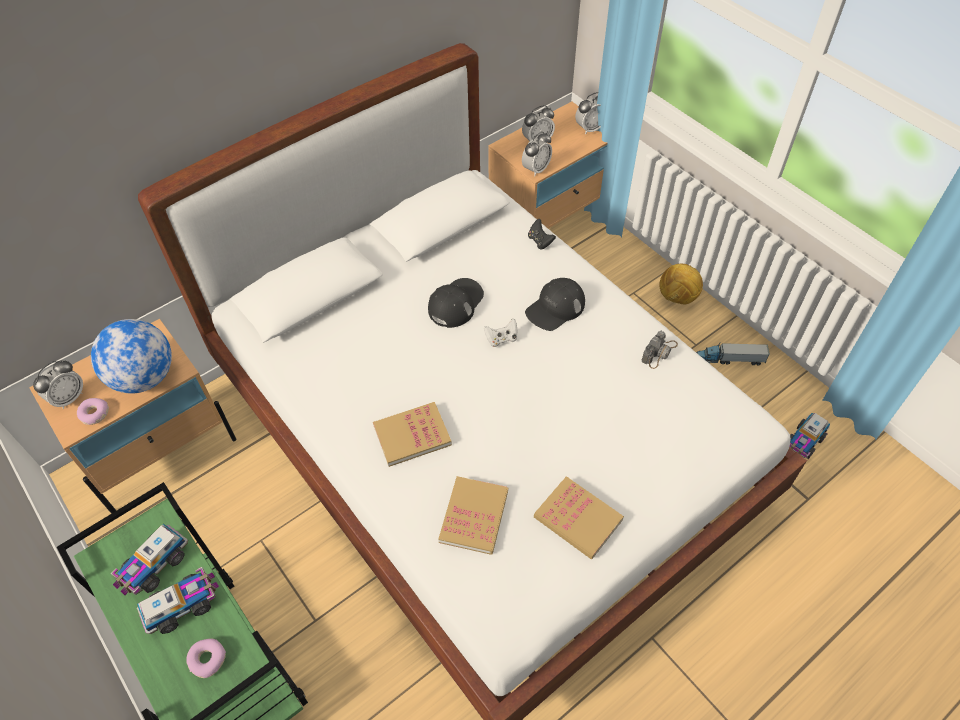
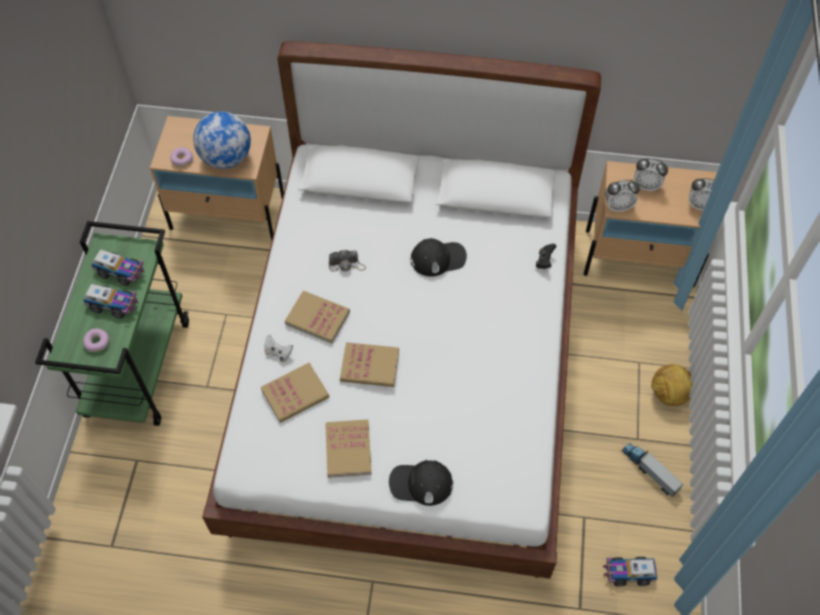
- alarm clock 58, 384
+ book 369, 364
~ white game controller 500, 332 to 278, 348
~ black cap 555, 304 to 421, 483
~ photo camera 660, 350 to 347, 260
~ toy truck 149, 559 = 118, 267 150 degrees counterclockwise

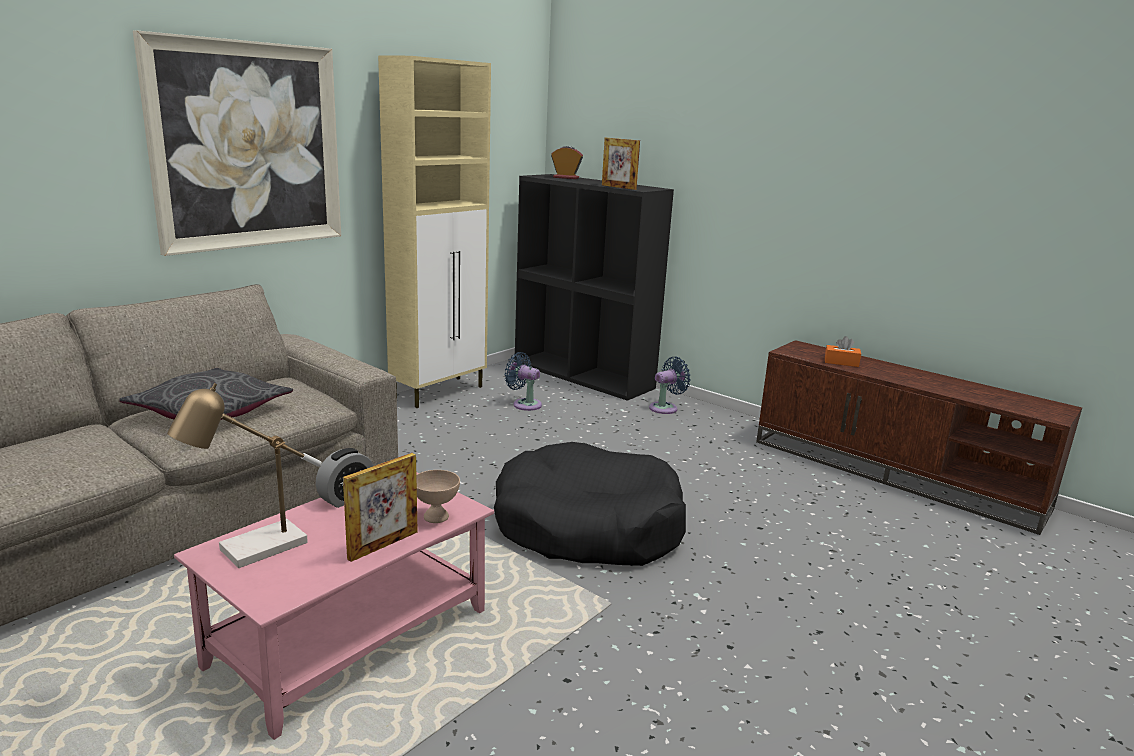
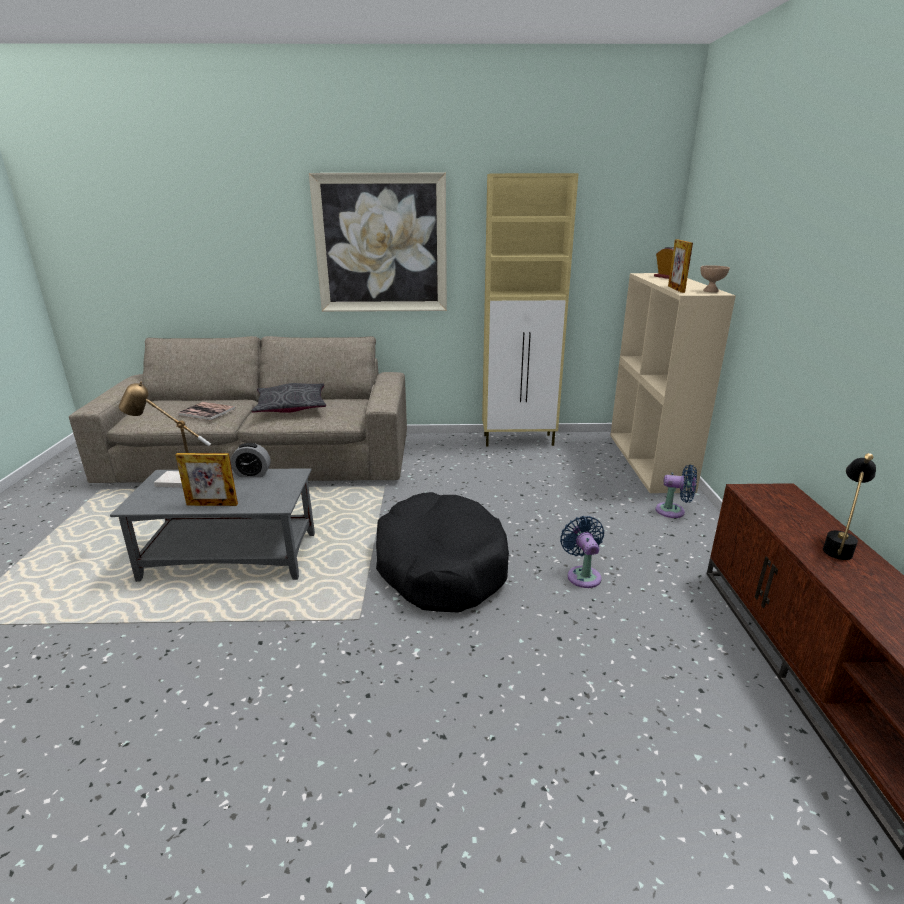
- orange tissue box 843, 351
+ book 207, 411
+ black table lamp 849, 506
~ beige bowl 438, 496 to 715, 278
~ blue fan 523, 381 to 582, 552
~ pink coffee table 334, 606 to grey coffee table 212, 525
~ black bookcase 594, 287 to beige bookcase 673, 383

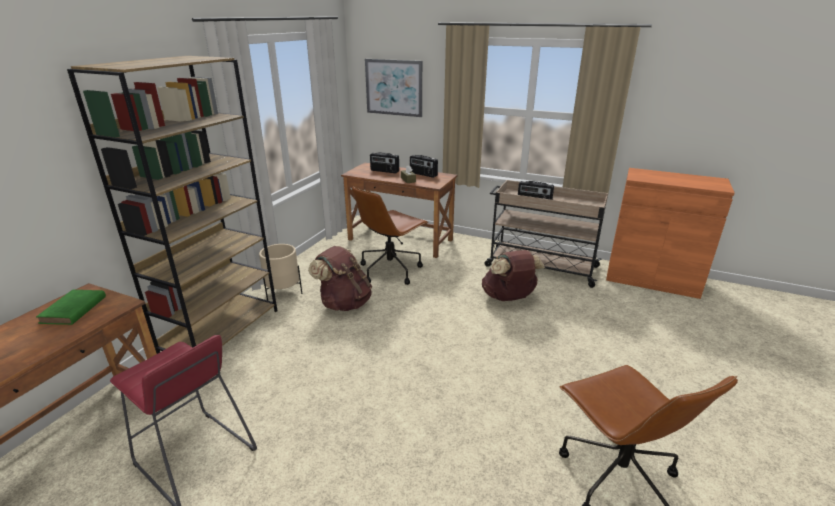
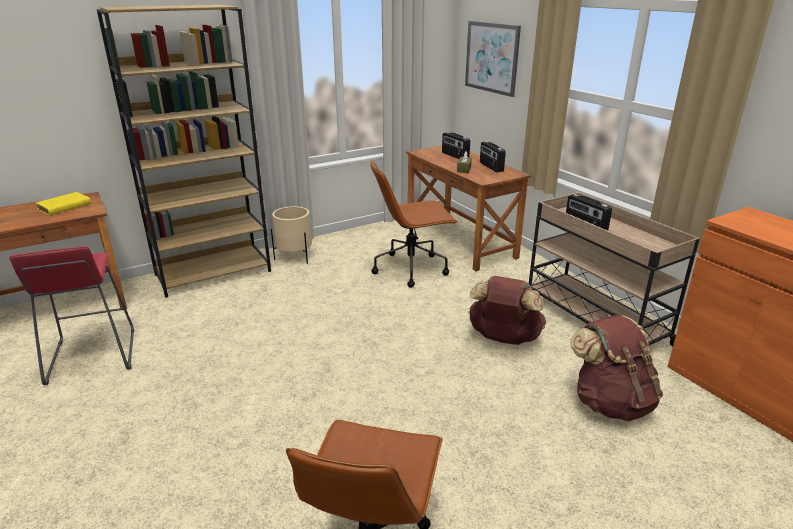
~ brown backpack 340, 278 to 616, 368
~ green book 71, 307 to yellow book 63, 203

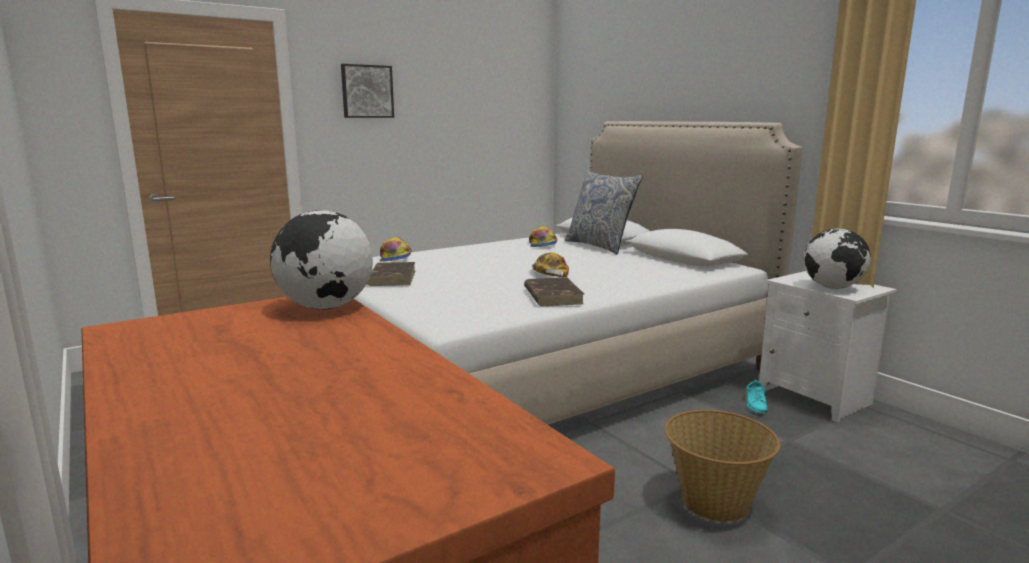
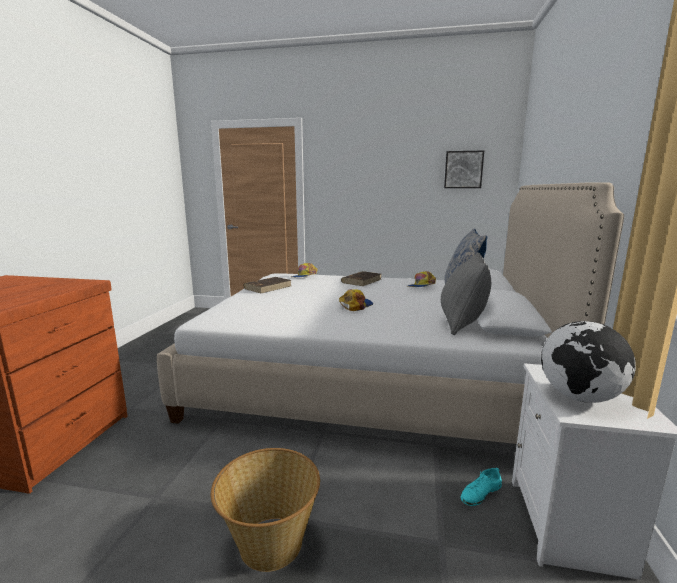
- globe 321, 260
+ grey pillow 466, 293
~ picture 367, 91 to 464, 169
~ brown book 554, 291 to 361, 278

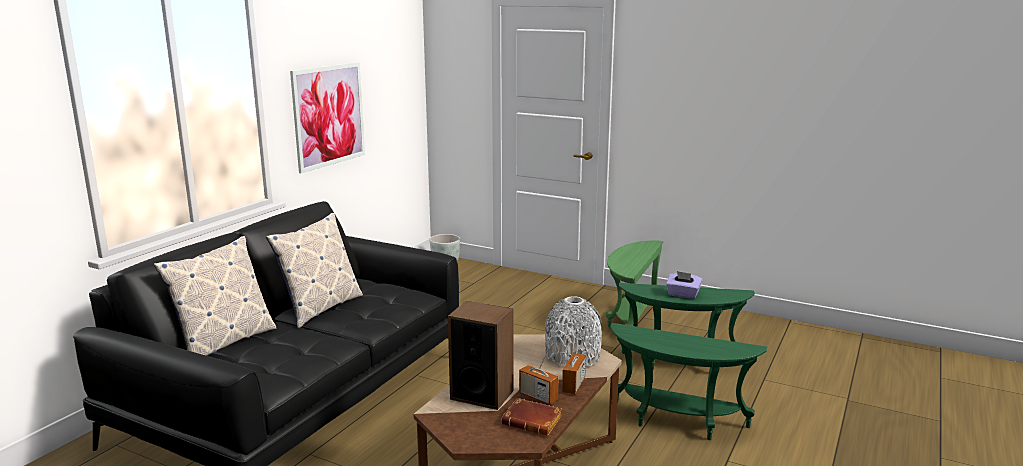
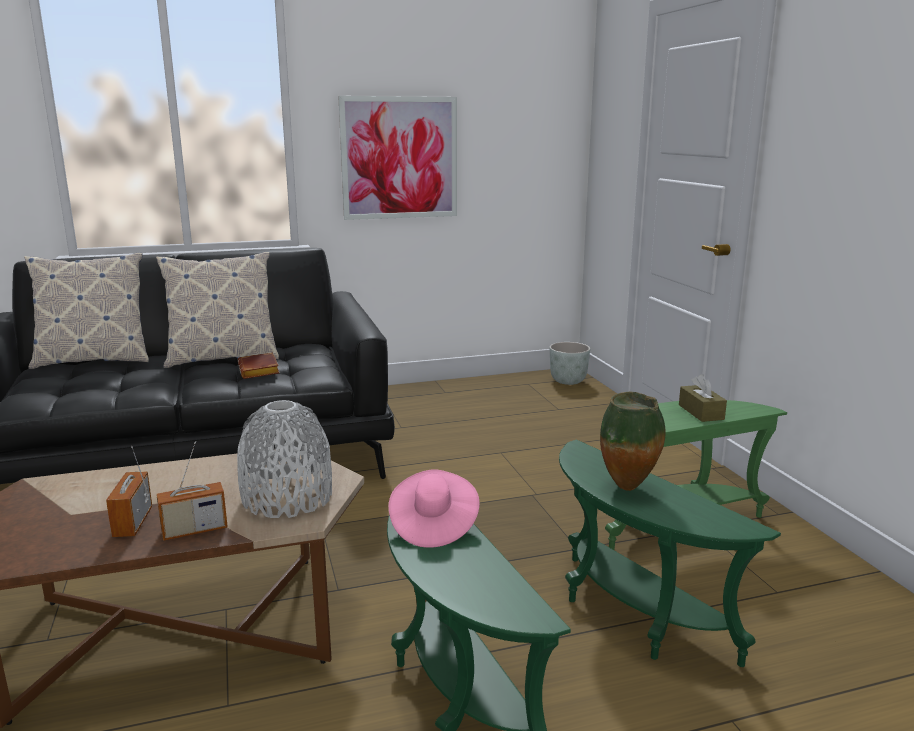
- speaker 481, 355
+ pink hat 434, 508
+ brown tissue box 703, 398
~ brown book 531, 417 to 259, 365
~ purple tissue box 684, 285 to vase 633, 441

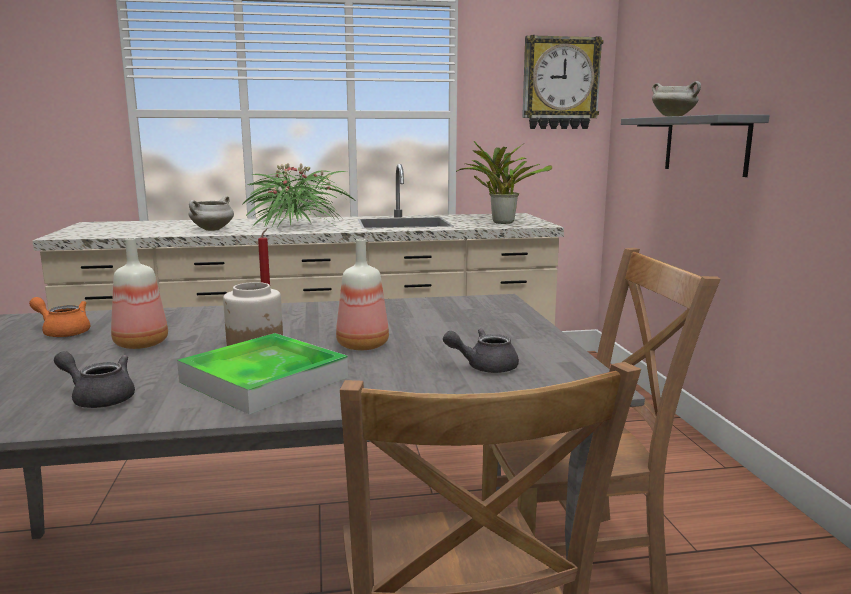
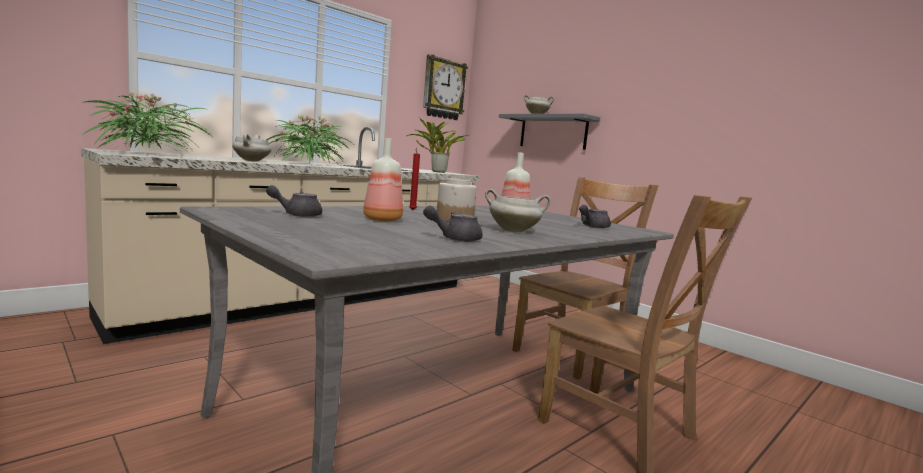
+ potted plant 146, 124
~ tray 262, 374 to white cooking pot 518, 211
~ orange teapot 59, 317 to grey teapot 294, 201

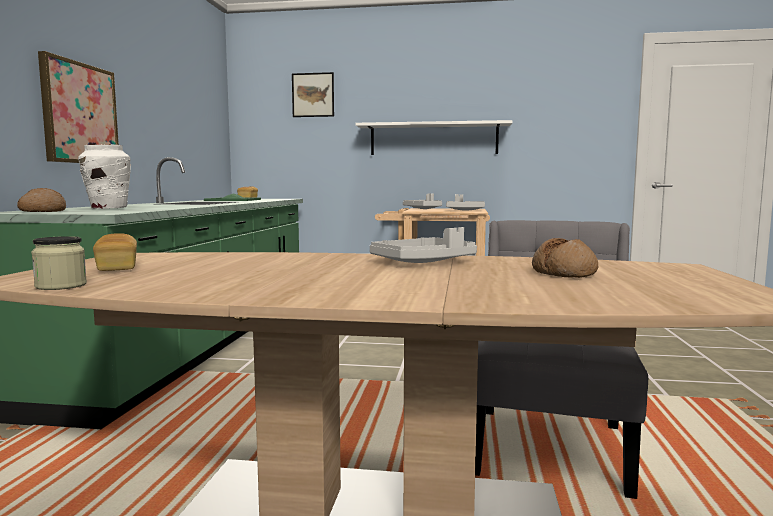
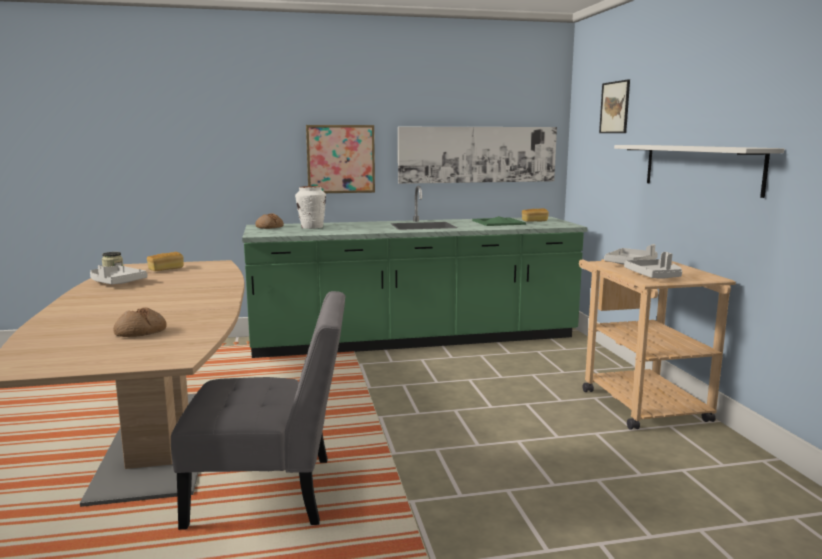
+ picture 477, 155
~ grey tray 423, 245 to 119, 275

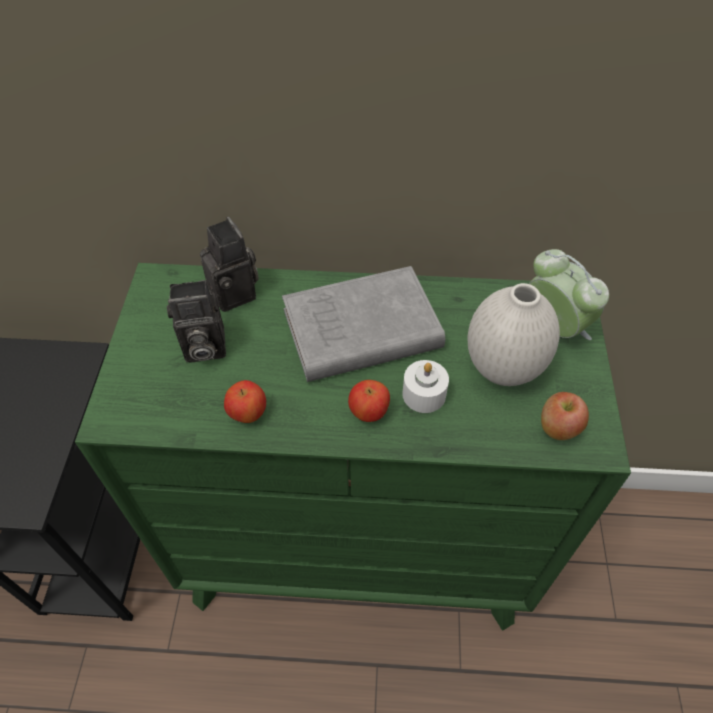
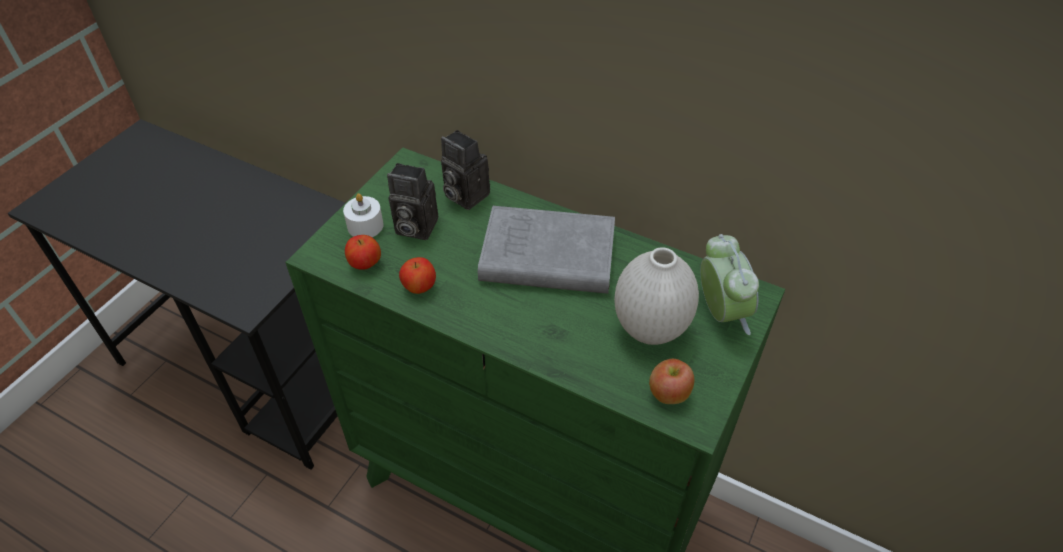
~ apple 369, 401 to 363, 252
~ white candle 425, 386 to 363, 215
~ photo camera 229, 264 = 465, 170 135 degrees clockwise

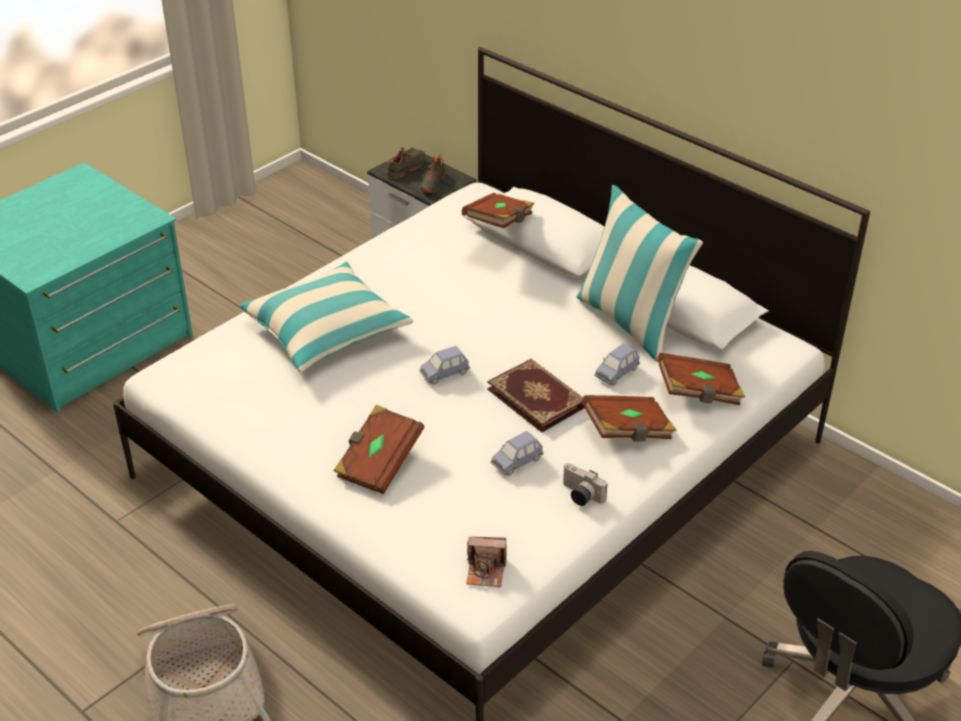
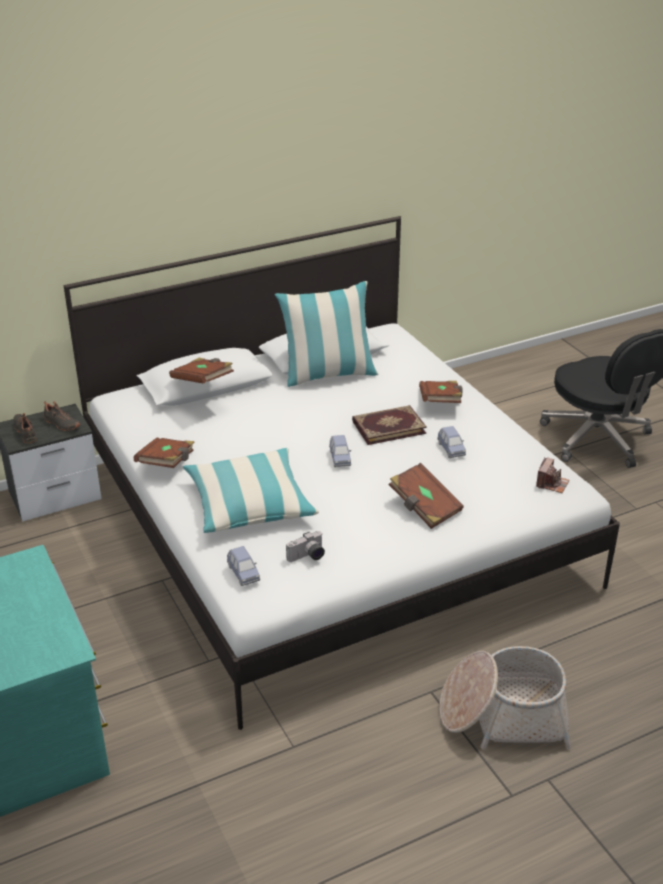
~ photo camera 585, 484 to 305, 546
~ blue toy car 617, 365 to 243, 566
~ brown book 701, 379 to 164, 453

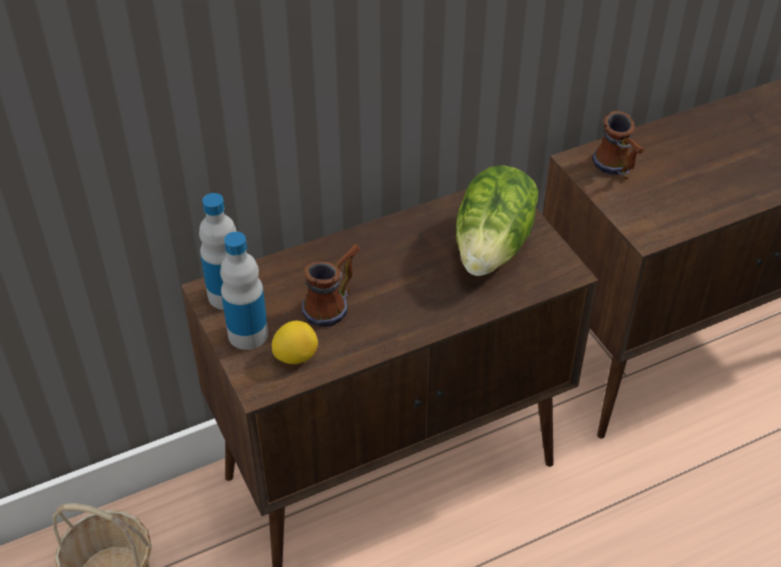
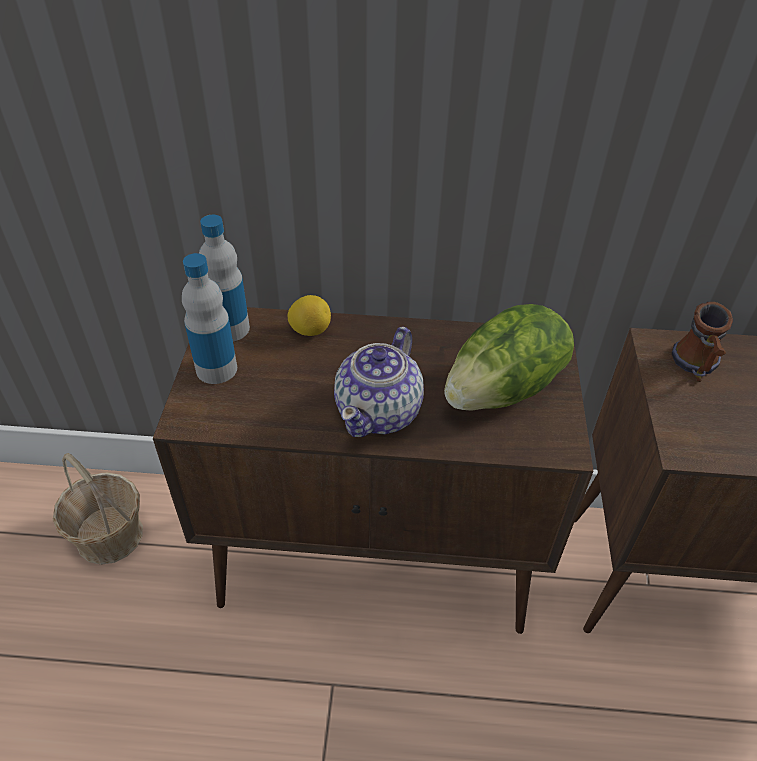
- mug 331, 285
+ teapot 379, 382
~ lemon 295, 342 to 309, 315

